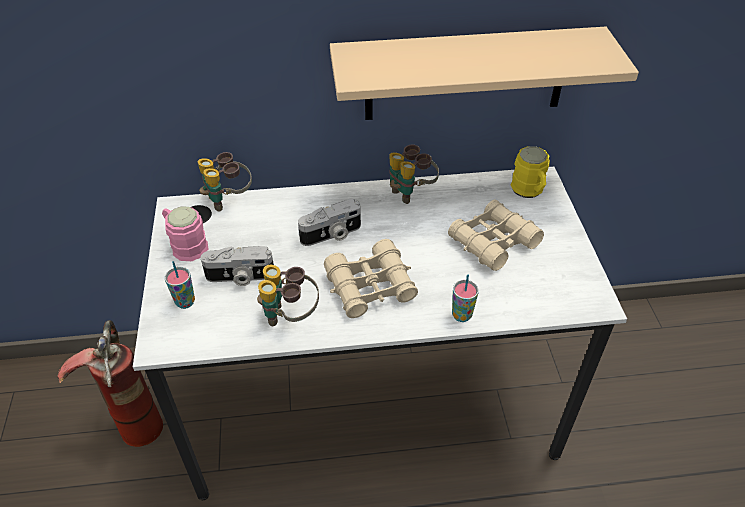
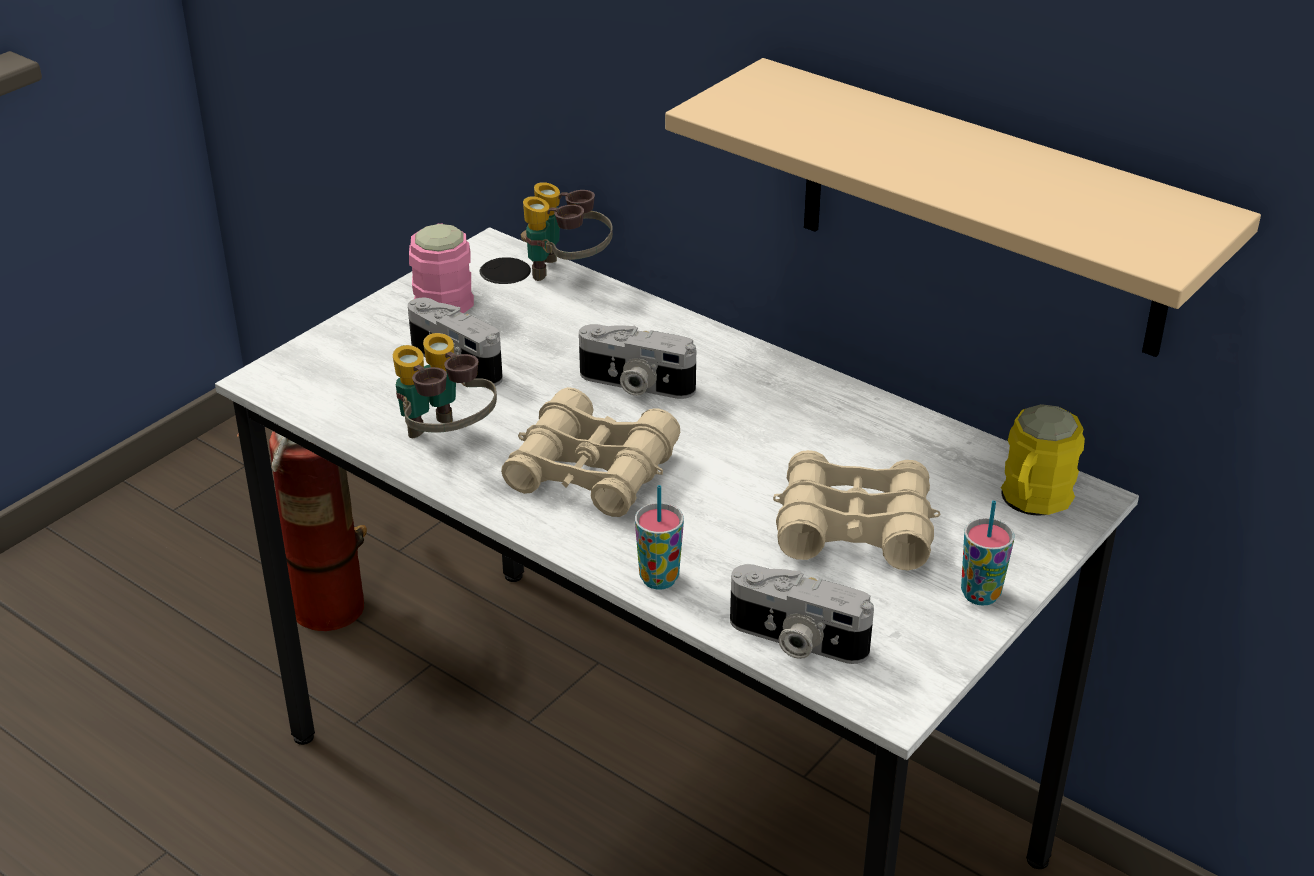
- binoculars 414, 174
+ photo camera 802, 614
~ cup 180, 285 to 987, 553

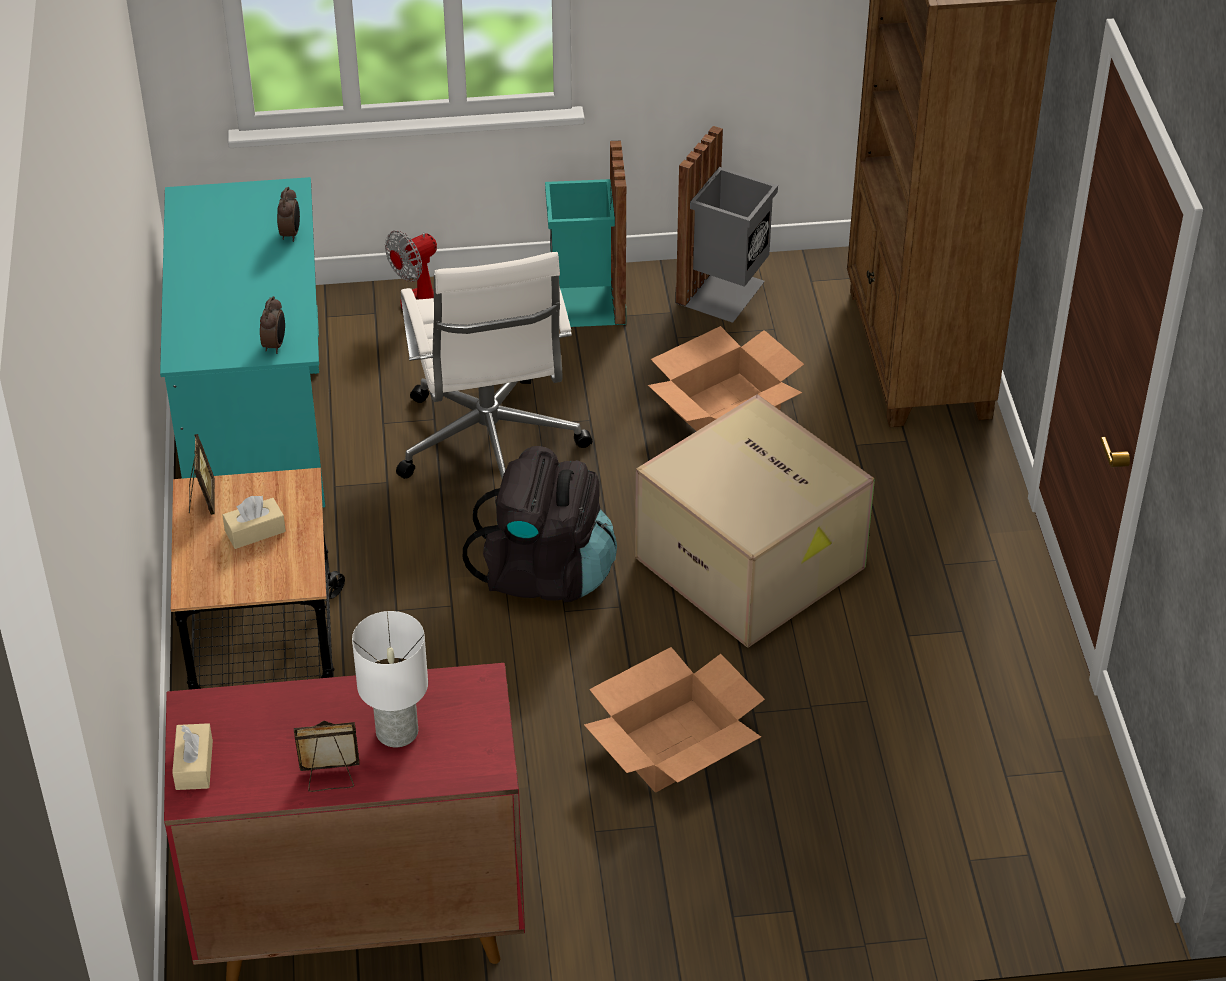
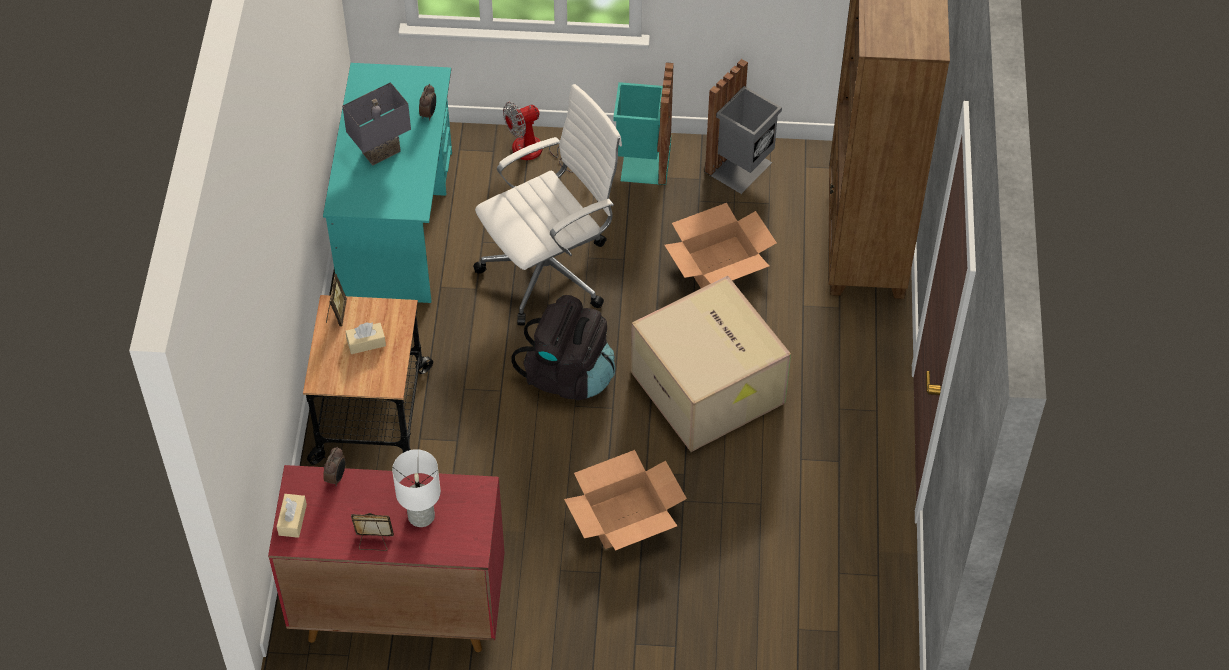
+ grey table lamp 376, 124
~ alarm clock 272, 325 to 334, 467
~ white office chair 494, 365 = 547, 204 120 degrees counterclockwise

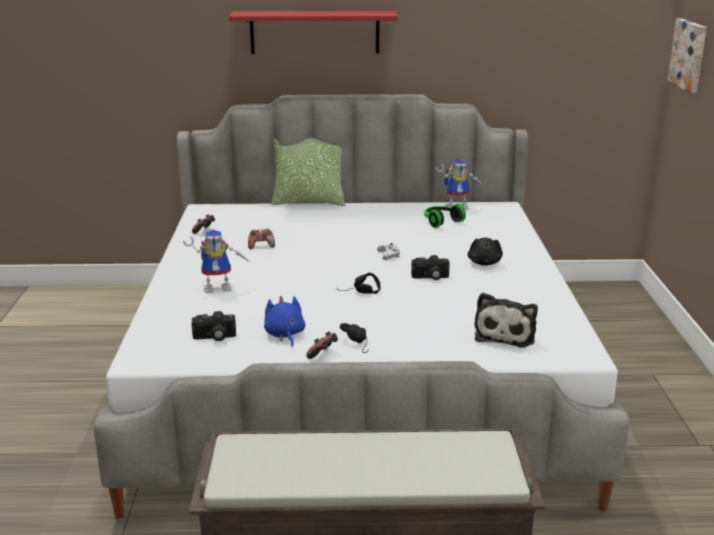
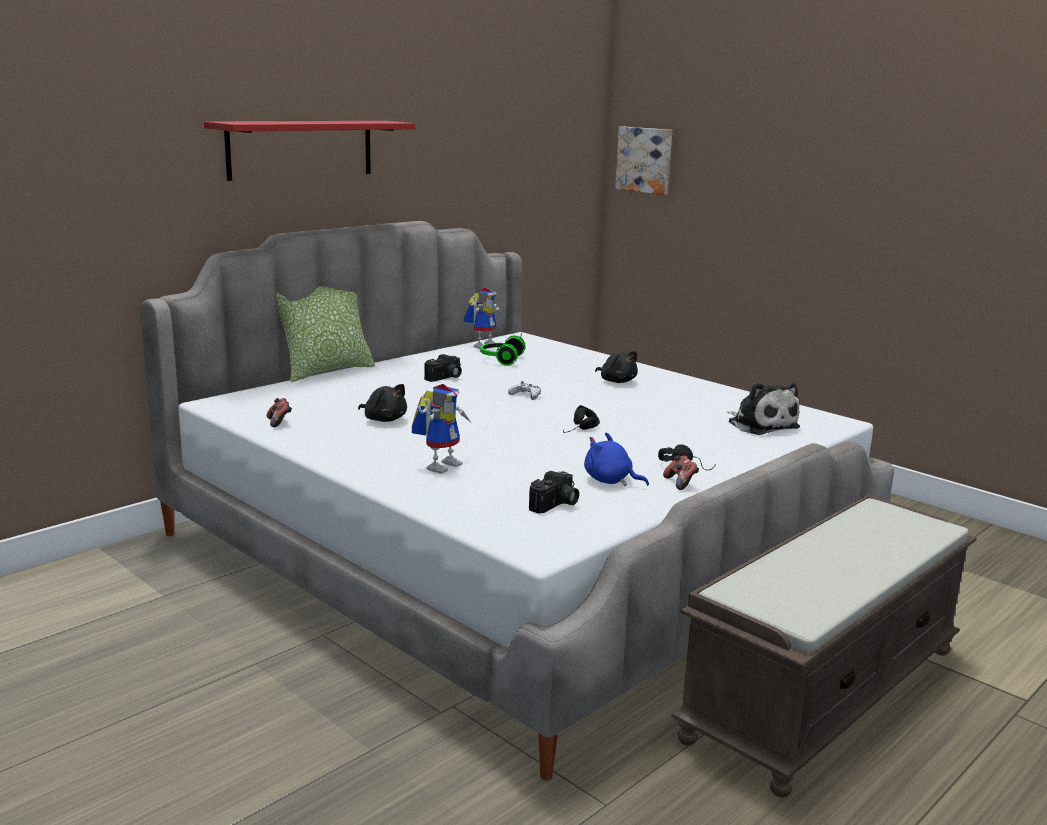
~ photo camera 430, 267 to 443, 368
~ game controller 261, 239 to black plush toy 382, 403

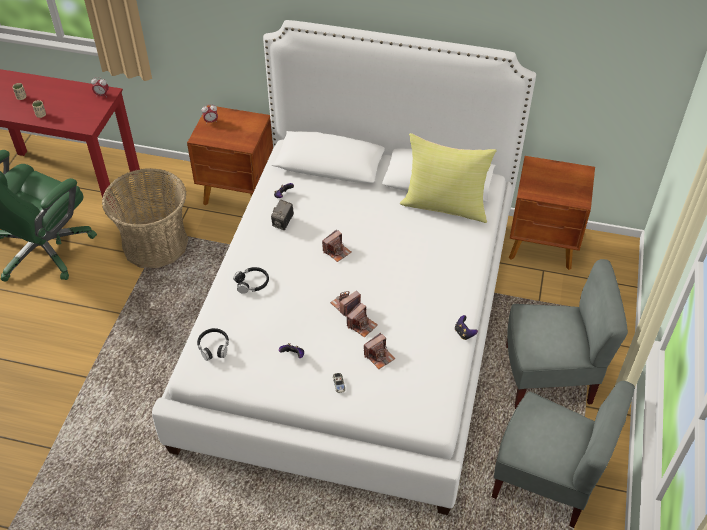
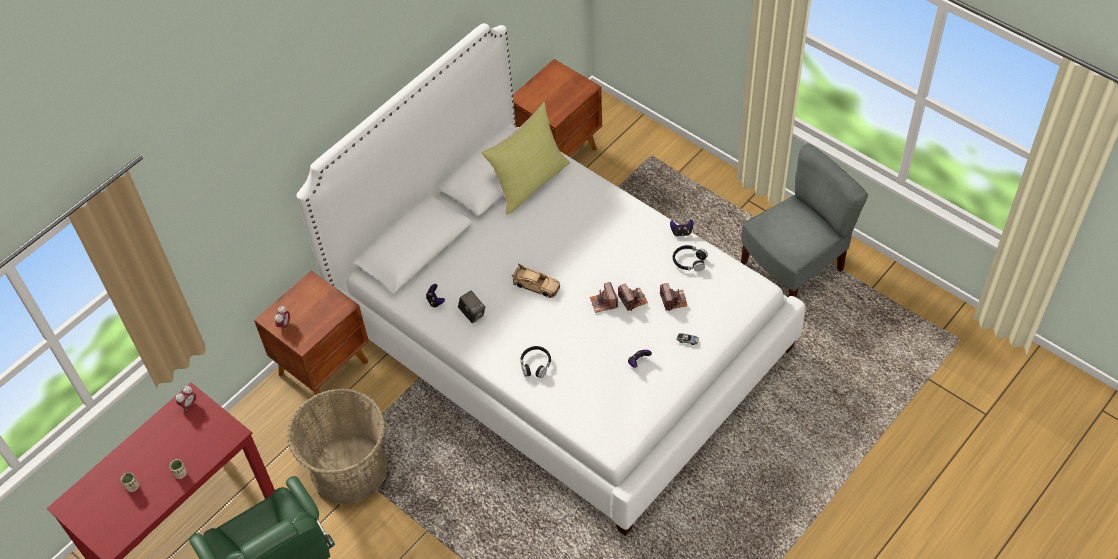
- grey chair 567, 334
~ black headphones 213, 344 to 690, 258
~ photo camera 336, 246 to beige toy car 536, 281

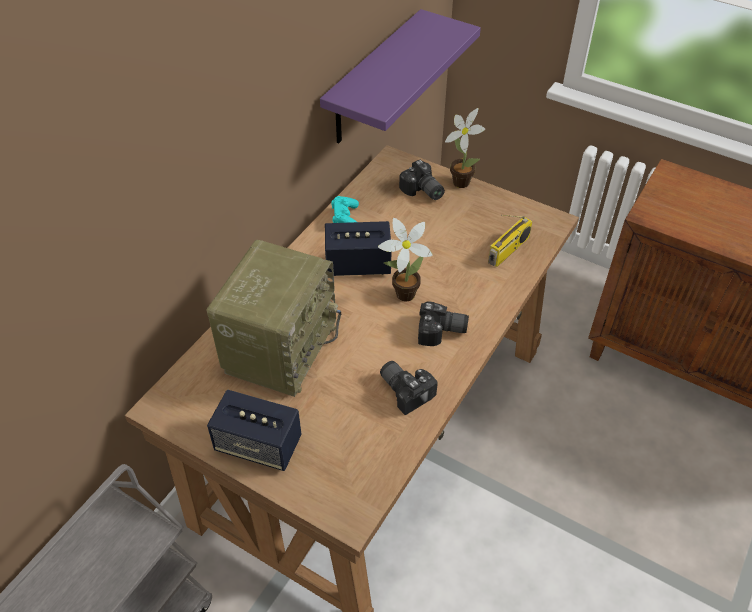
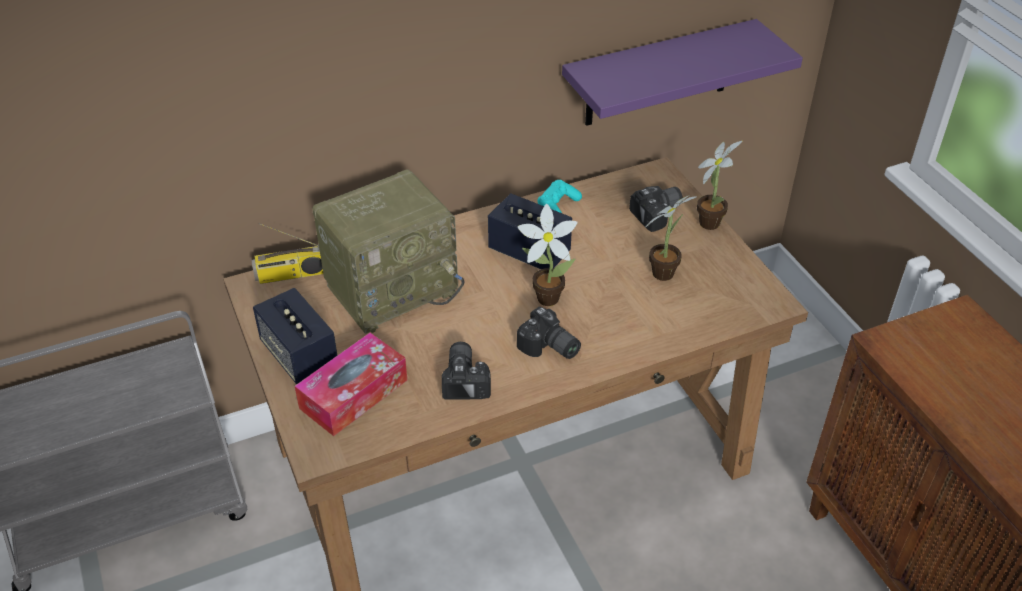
+ tissue box 351, 384
+ potted plant 670, 238
~ radio 510, 241 to 287, 253
~ photo camera 422, 180 = 656, 209 120 degrees counterclockwise

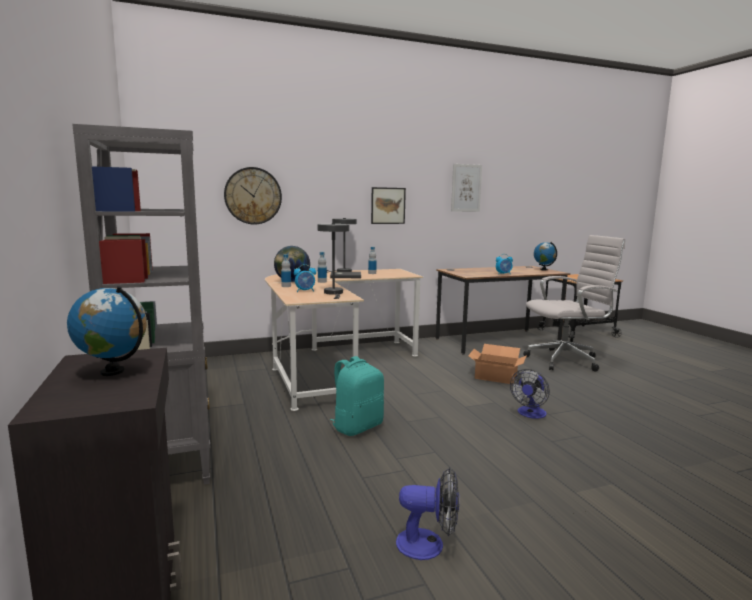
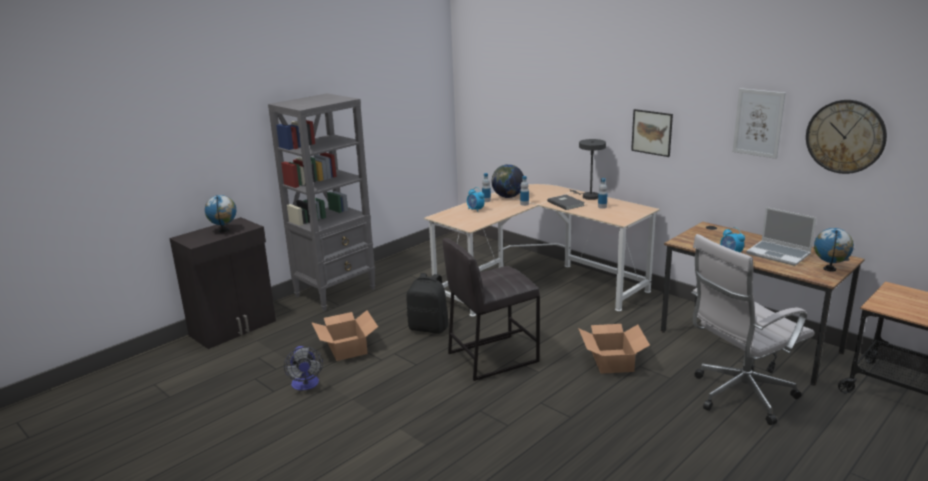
- grey table lamp 333, 261
- fan 530, 394
+ cardboard box 344, 335
+ grey stool 491, 309
+ laptop 781, 236
~ wall clock 253, 196 to 846, 137
~ turquoise backpack 357, 396 to black backpack 427, 303
~ white office chair 574, 303 = 752, 329 105 degrees clockwise

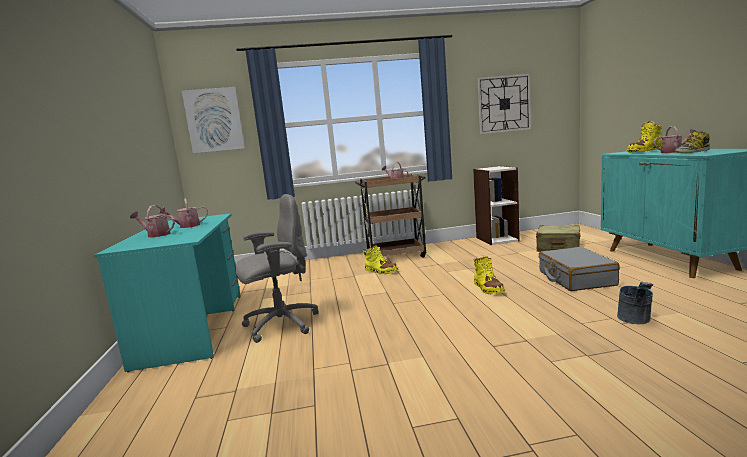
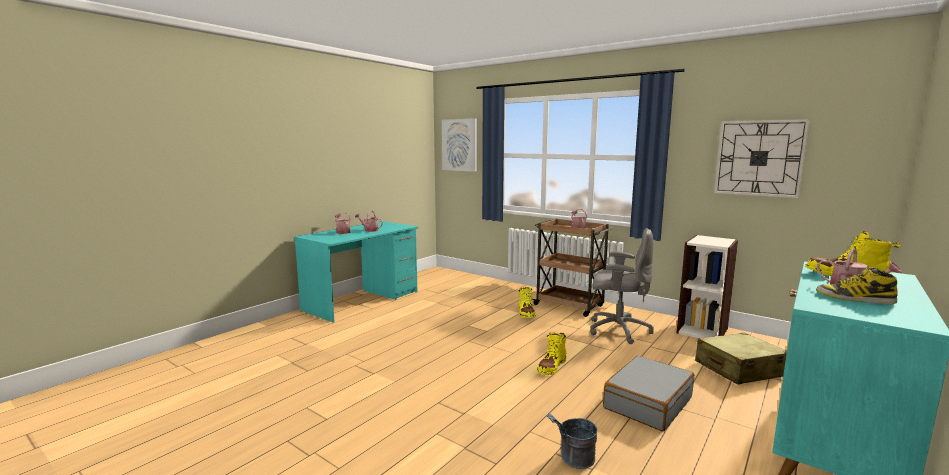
~ grey office chair 277, 268 to 622, 286

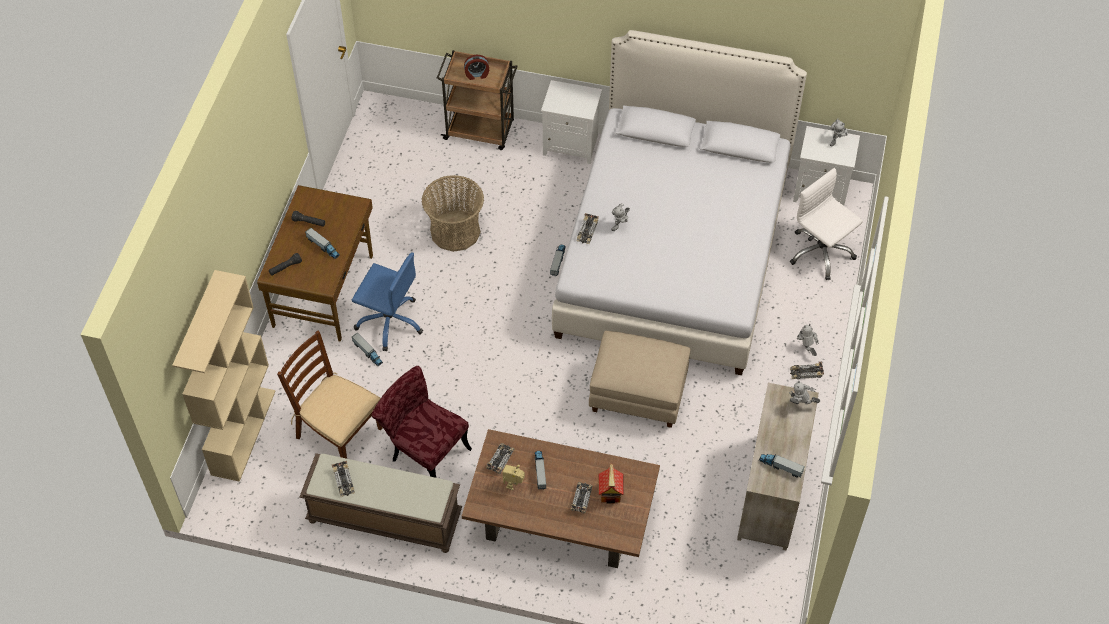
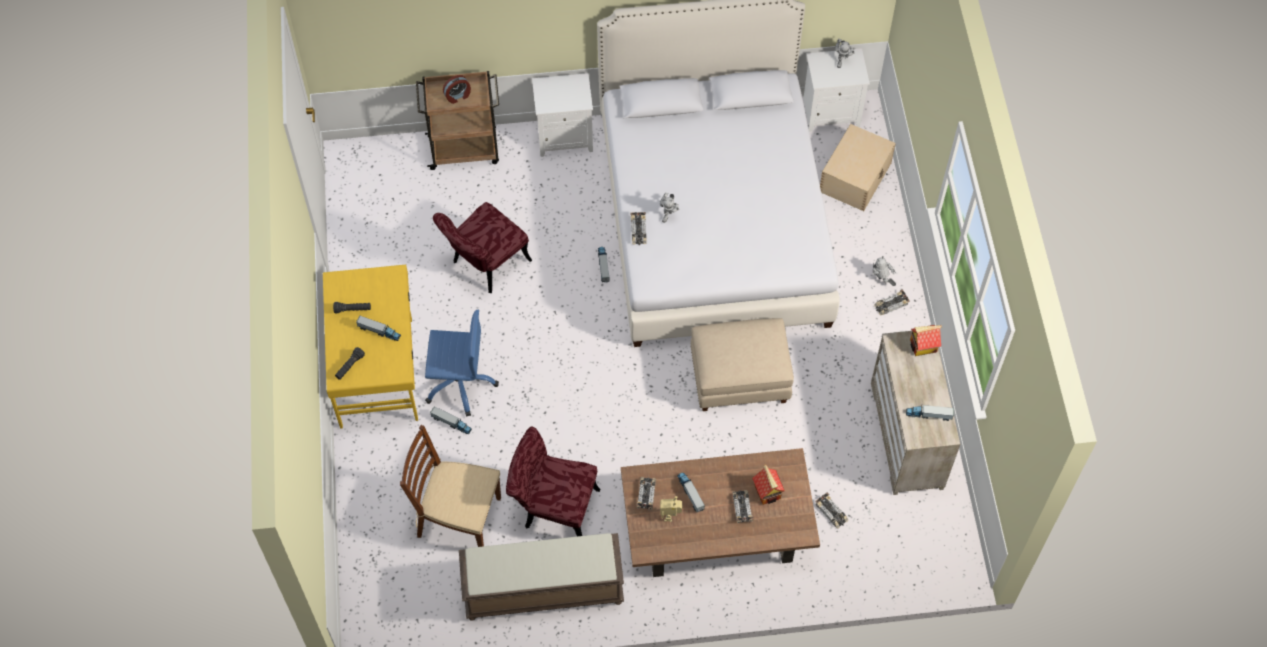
- beige bookcase 224, 376
~ toy car 343, 479 to 831, 510
~ basket 453, 213 to red chair 482, 247
~ toy robot 804, 392 to toy house 926, 340
~ white office chair 826, 224 to beige storage box 858, 167
~ brown desk 315, 263 to yellow desk 370, 347

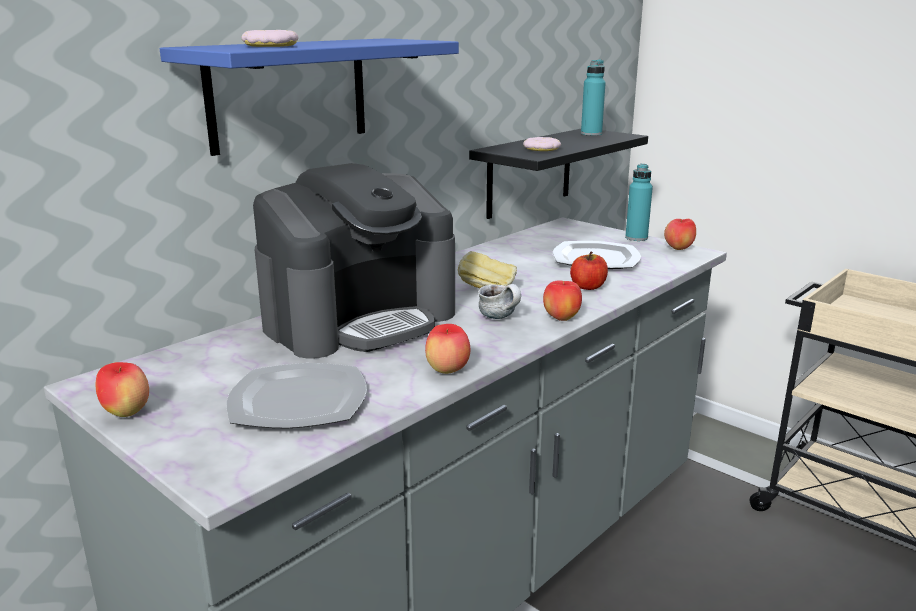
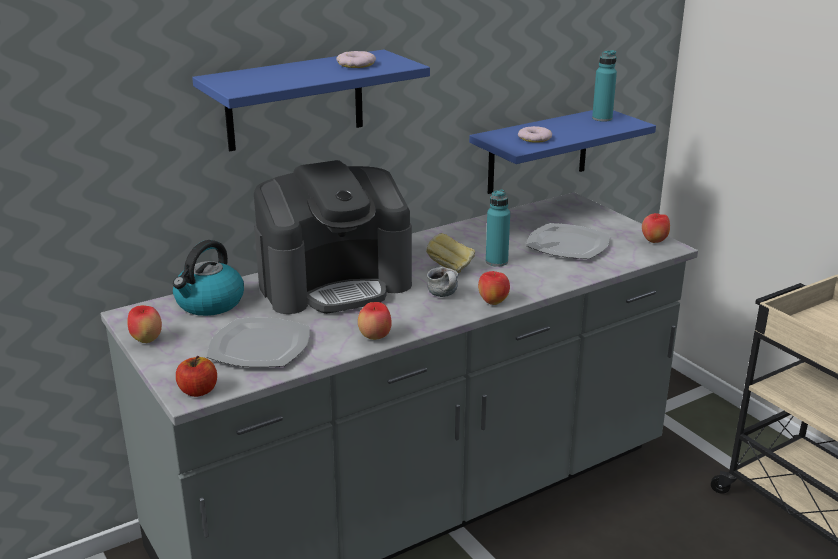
+ kettle 208, 278
~ donut 269, 38 to 356, 59
~ apple 589, 271 to 196, 376
~ turquoise bottle 639, 202 to 498, 228
~ black shelf 558, 174 to blue shelf 562, 152

